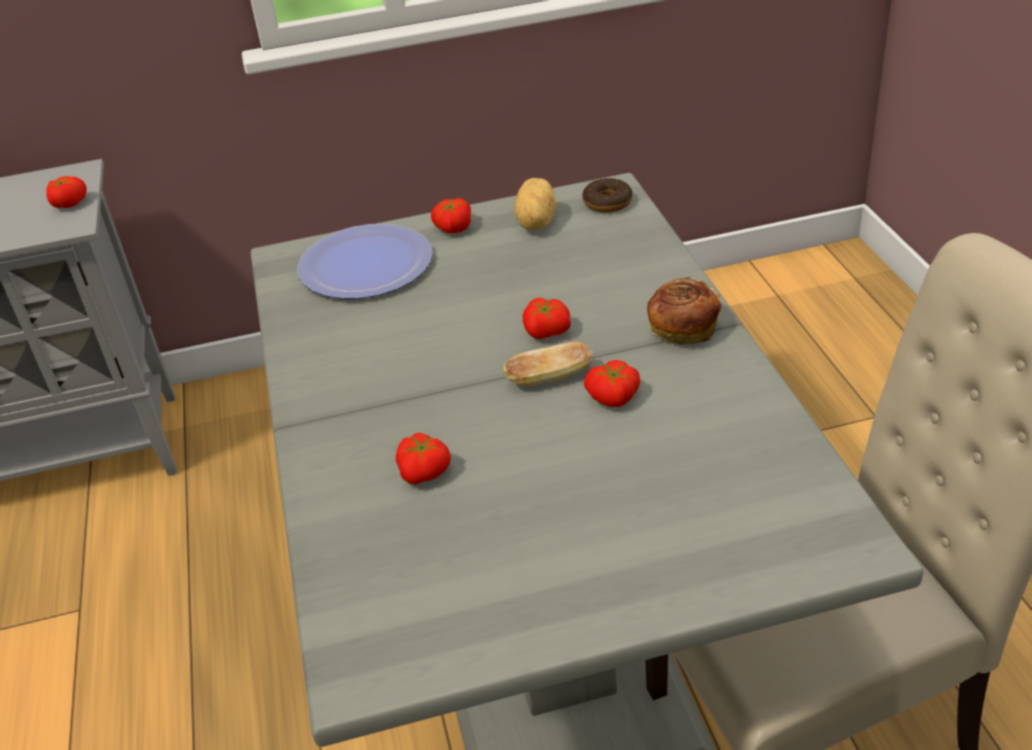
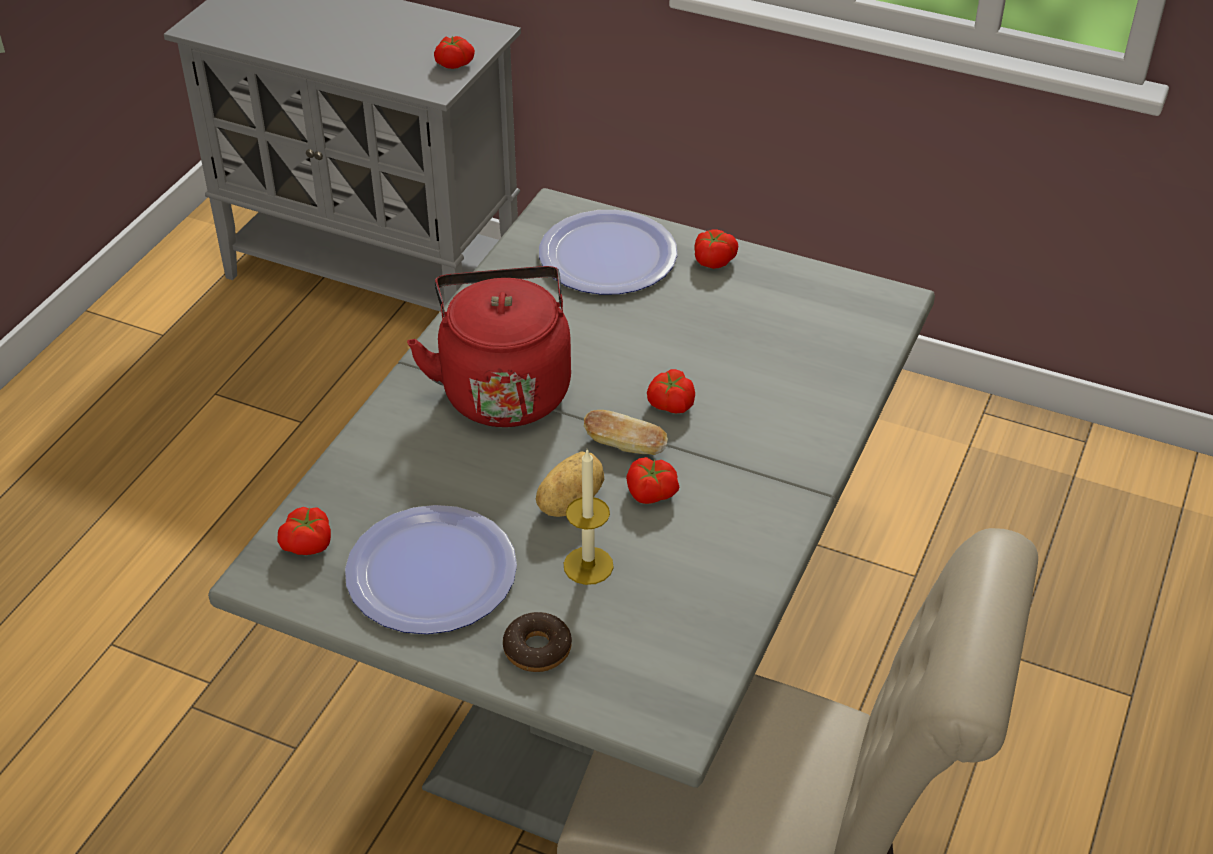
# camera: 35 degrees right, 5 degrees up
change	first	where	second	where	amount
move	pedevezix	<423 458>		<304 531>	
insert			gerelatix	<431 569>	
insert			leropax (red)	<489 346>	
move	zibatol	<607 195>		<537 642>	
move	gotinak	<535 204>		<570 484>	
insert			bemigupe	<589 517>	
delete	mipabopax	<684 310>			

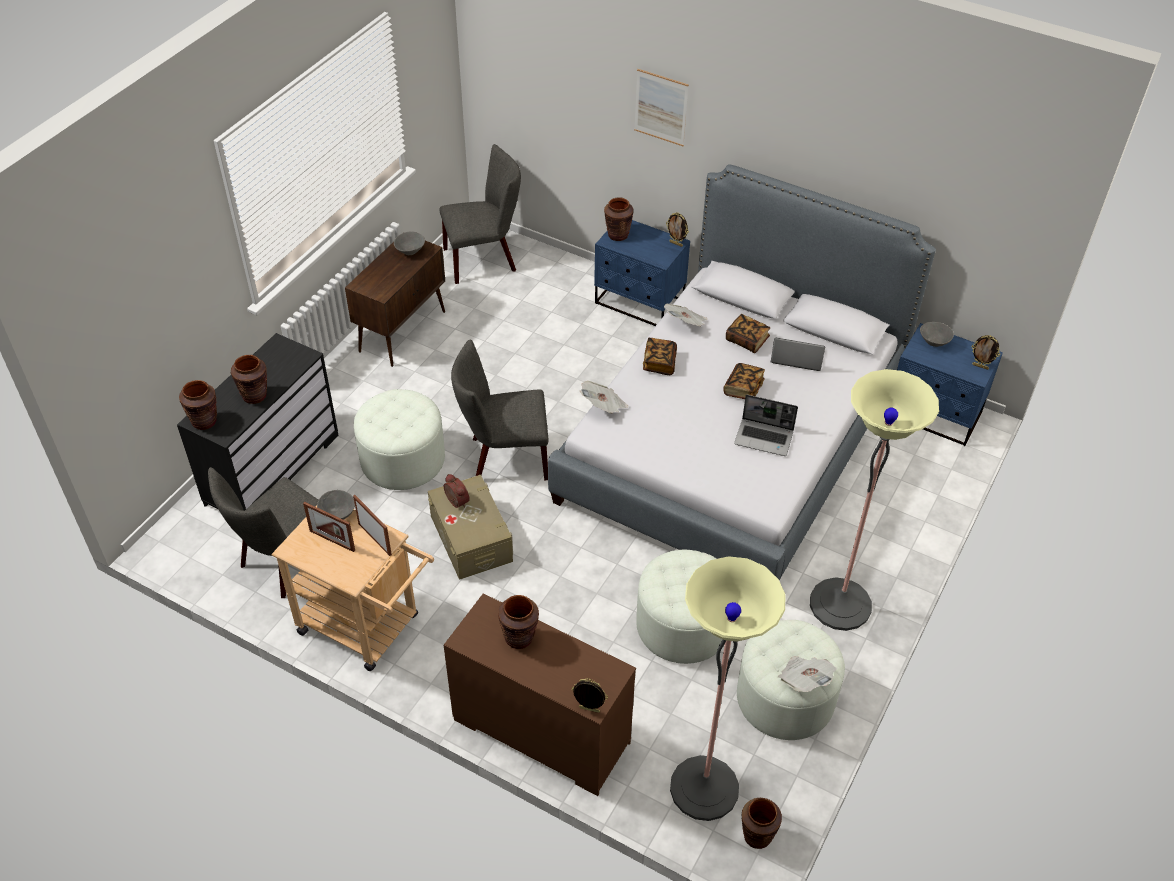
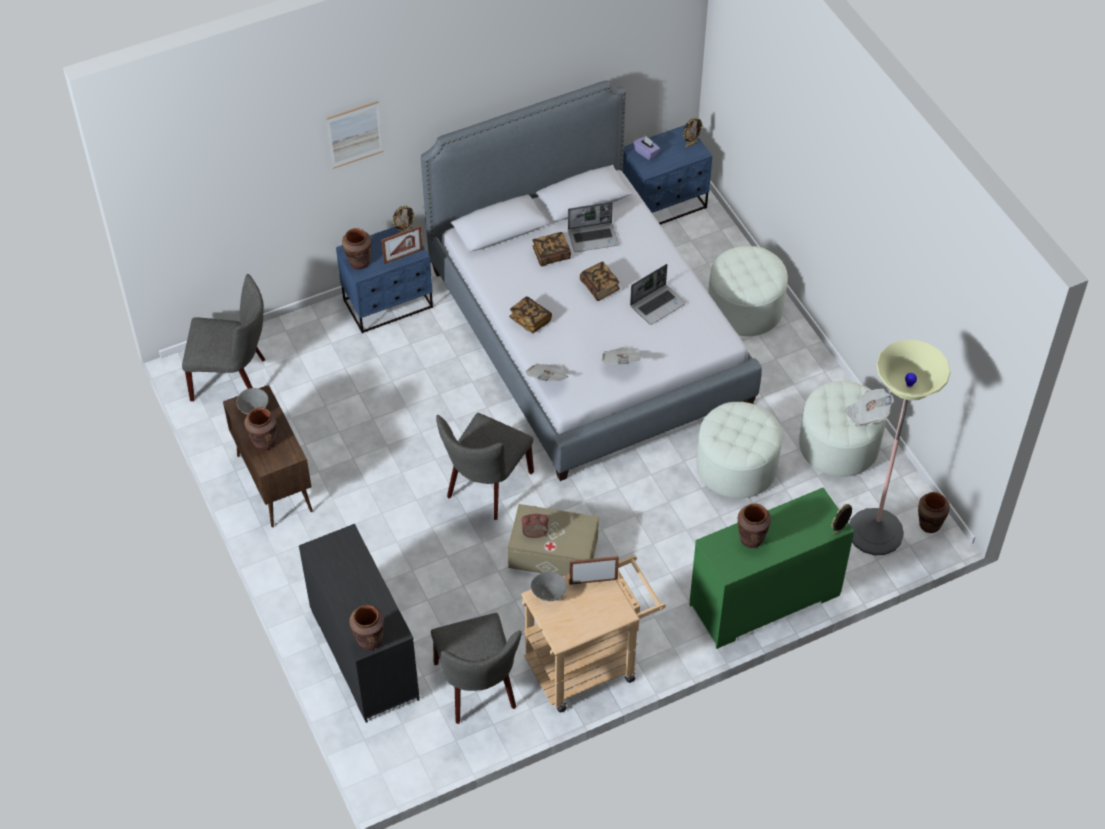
# camera: 55 degrees left, 5 degrees up
change	first	where	second	where	amount
rotate	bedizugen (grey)	<480 214>		<223 337>	75 degrees clockwise
move	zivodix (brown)	<249 379>		<260 429>	
move	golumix	<329 527>		<402 245>	
rotate	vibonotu	<798 354>		<593 227>	150 degrees counterclockwise
move	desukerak	<685 315>		<622 356>	
replace	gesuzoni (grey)	<937 334>	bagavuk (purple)	<647 148>	
recolor	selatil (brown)	<540 694>	selatil (green)	<772 568>	
move	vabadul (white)	<399 439>		<748 291>	
delete	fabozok	<874 500>			

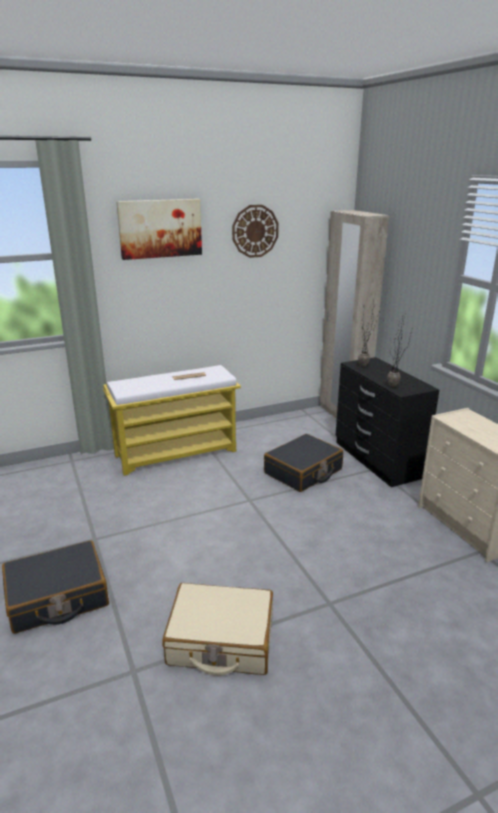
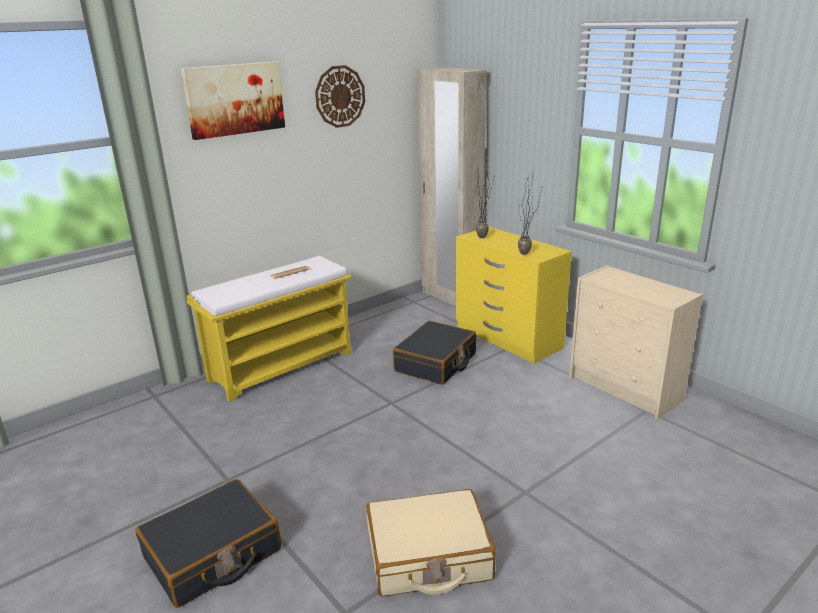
# camera: 15 degrees left, 0 degrees up
change	first	where	second	where	amount
recolor	selatil (black)	<387 422>	selatil (yellow)	<514 295>	

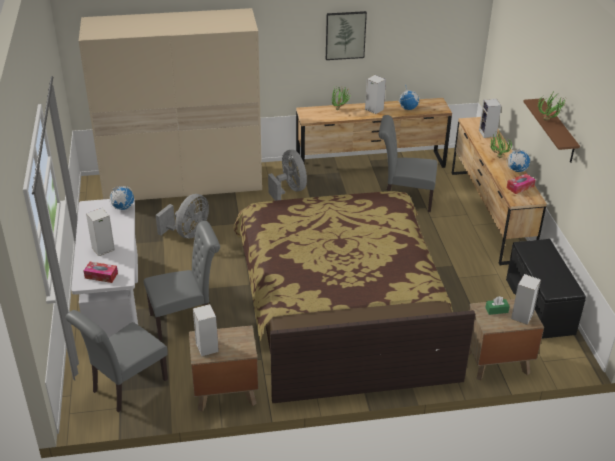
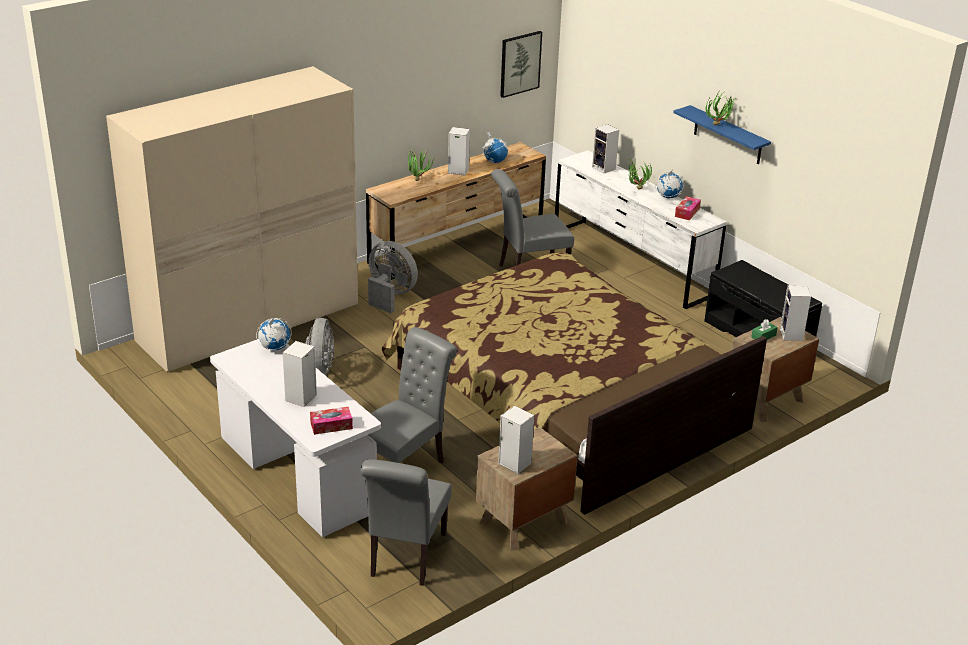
# camera: 30 degrees left, 5 degrees down
change	first	where	second	where	amount
move	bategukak	<346 35>		<521 64>	
recolor	selatil (brown)	<499 191>	selatil (white)	<641 230>	
recolor	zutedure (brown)	<552 131>	zutedure (blue)	<722 134>	

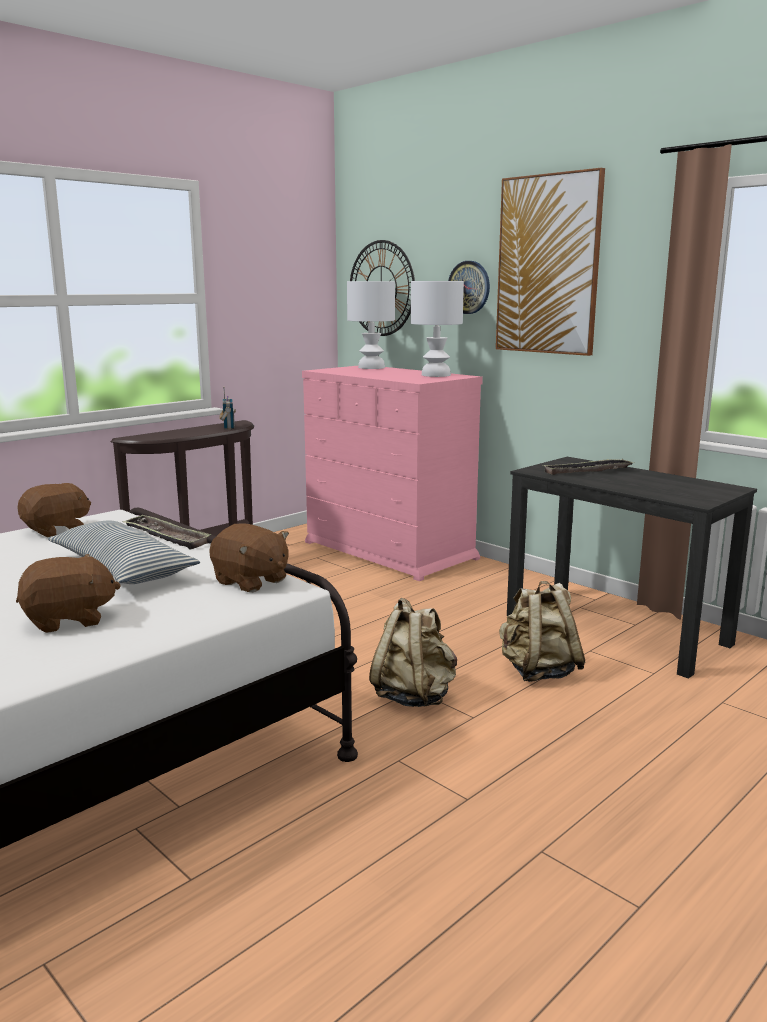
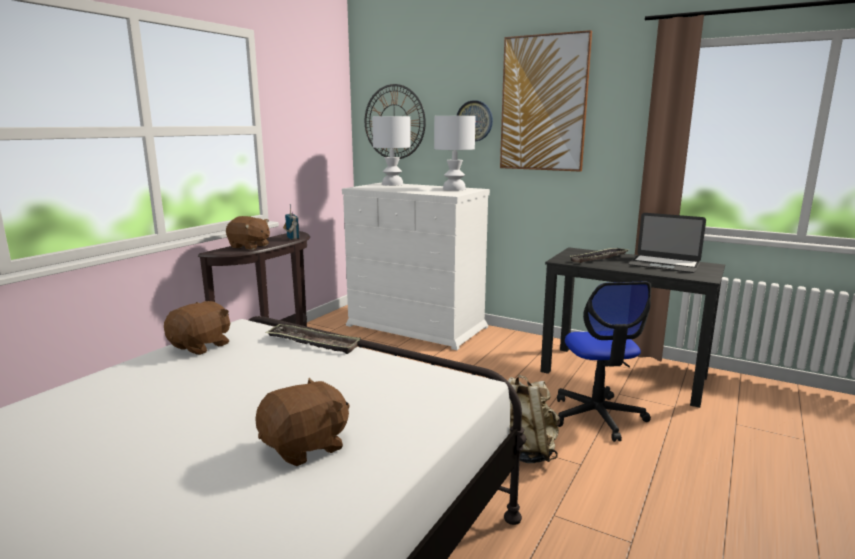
# camera: 15 degrees left, 0 degrees up
change	first	where	second	where	amount
move	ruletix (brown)	<249 557>		<248 233>	
recolor	selatil (pink)	<392 473>	selatil (white)	<416 266>	
replace	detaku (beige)	<542 631>	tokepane	<604 362>	
insert			vibonotu	<667 243>	
delete	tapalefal	<124 552>			

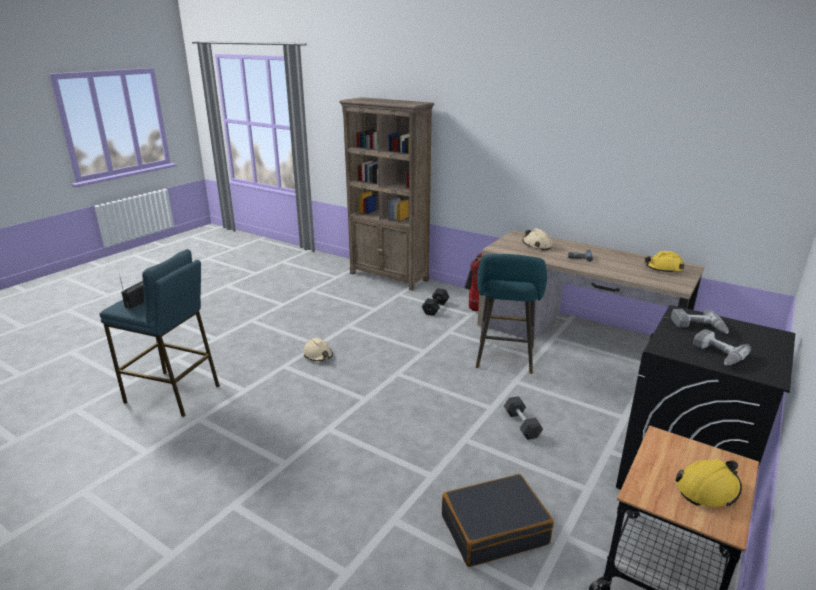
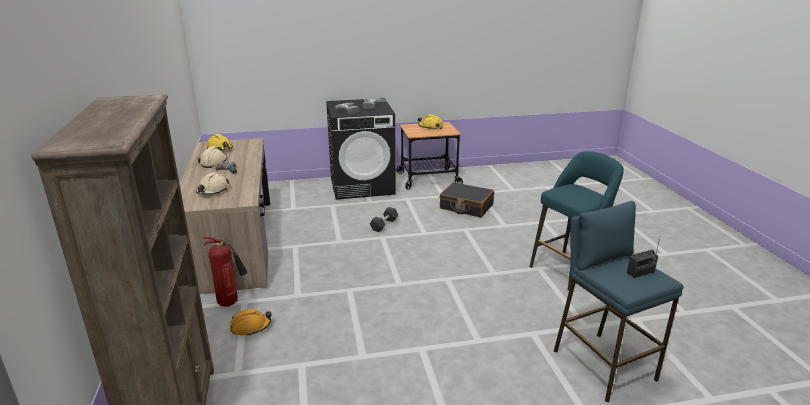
# camera: 135 degrees left, 0 degrees up
change	first	where	second	where	amount
move	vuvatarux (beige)	<318 349>		<212 157>	
replace	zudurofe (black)	<435 302>	vuvatarux (orange)	<251 322>	
move	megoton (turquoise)	<511 314>		<576 221>	

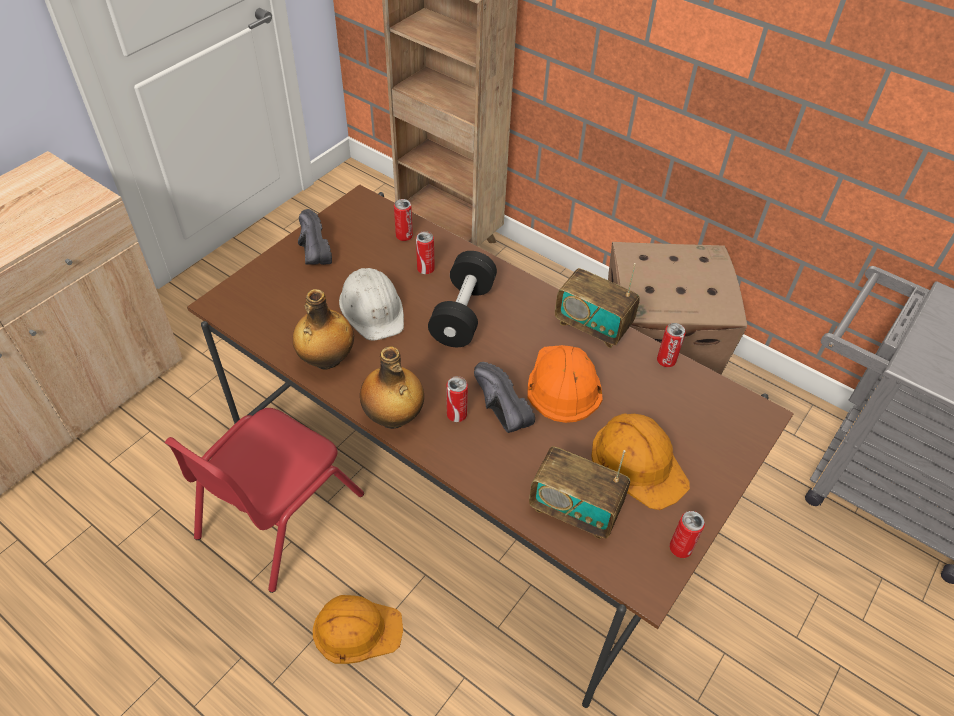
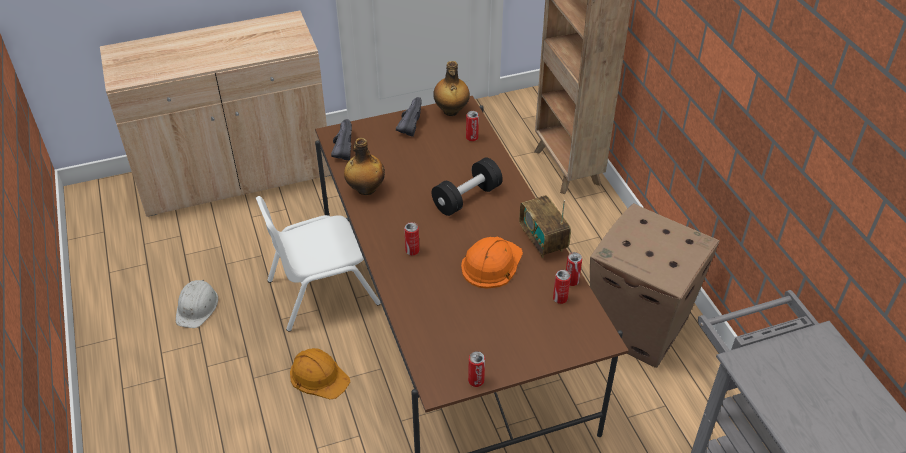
# camera: 35 degrees right, 5 degrees down
change	first	where	second	where	amount
move	vuvatarux (white)	<371 304>		<197 304>	
recolor	bedizugen (red)	<264 500>	bedizugen (white)	<318 264>	
move	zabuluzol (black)	<504 397>		<341 139>	
move	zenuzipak	<392 388>		<451 88>	
move	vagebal	<425 252>		<562 287>	
delete	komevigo	<579 492>			
delete	vuvatarux (orange)	<640 461>			

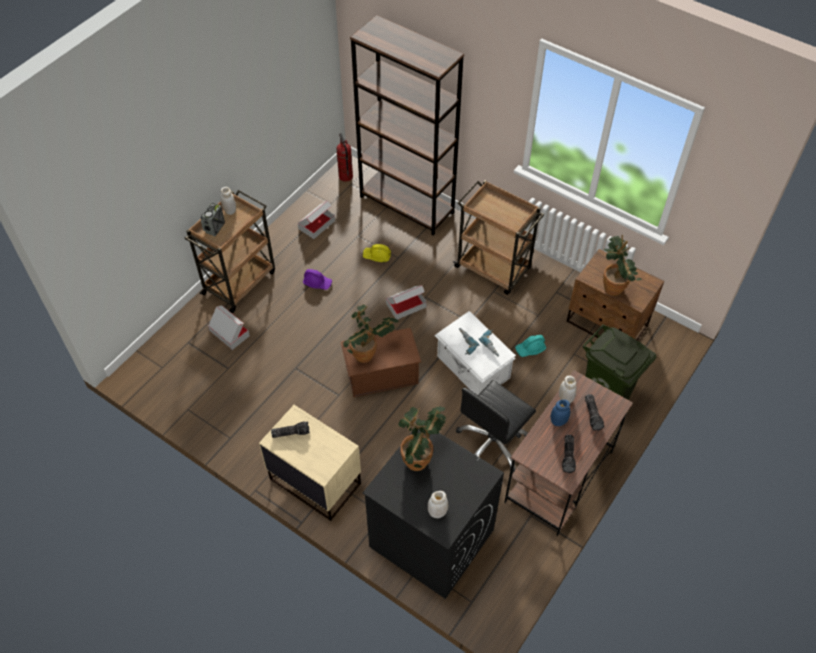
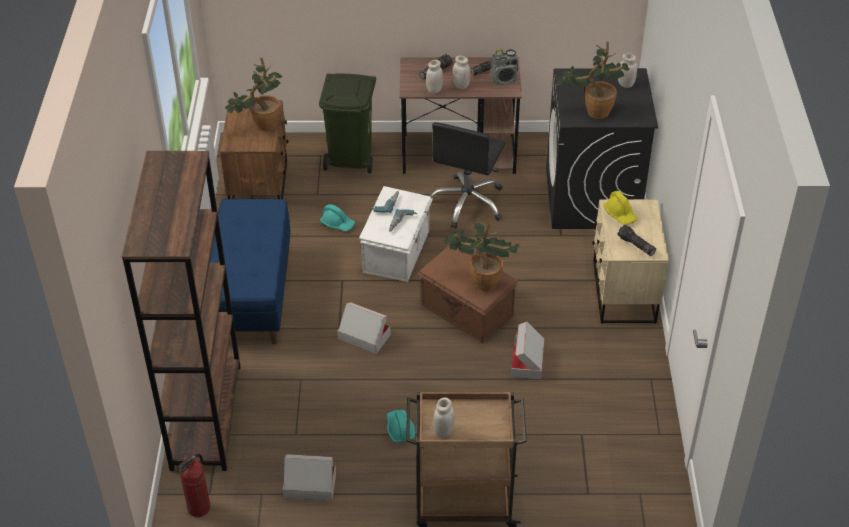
# camera: 125 degrees left, 10 degrees down
change	first	where	second	where	amount
replace	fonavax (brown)	<498 237>	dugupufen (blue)	<250 271>	
recolor	vuvatarux (purple)	<317 279>	vuvatarux (turquoise)	<401 426>	
rotate	tokepane (black)	<496 427>		<467 175>	105 degrees clockwise
recolor	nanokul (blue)	<560 412>	nanokul (white)	<461 72>	
move	komevigo	<213 219>		<504 67>	
move	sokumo	<229 328>		<527 351>	
move	vuvatarux (yellow)	<377 253>		<620 208>	

